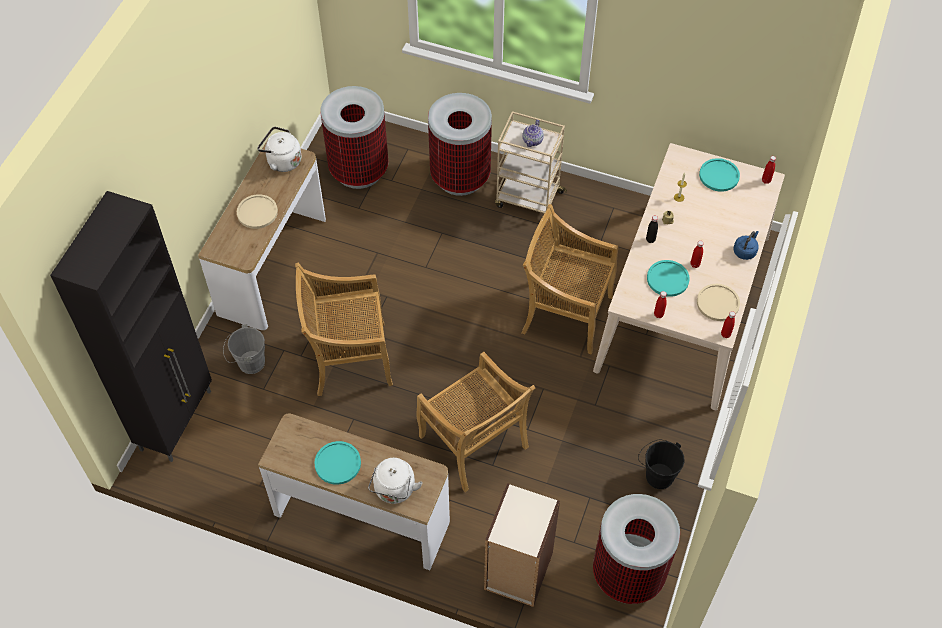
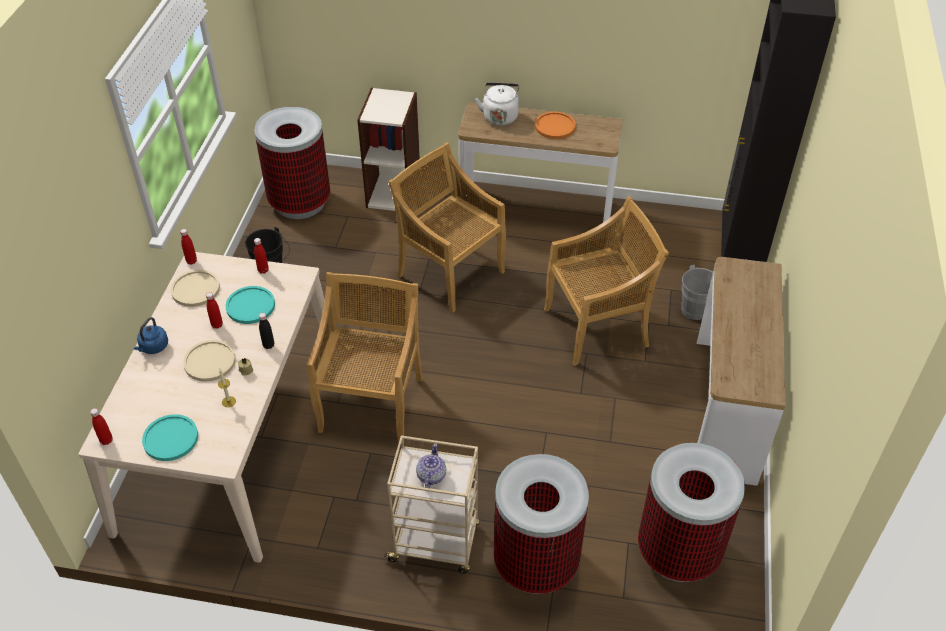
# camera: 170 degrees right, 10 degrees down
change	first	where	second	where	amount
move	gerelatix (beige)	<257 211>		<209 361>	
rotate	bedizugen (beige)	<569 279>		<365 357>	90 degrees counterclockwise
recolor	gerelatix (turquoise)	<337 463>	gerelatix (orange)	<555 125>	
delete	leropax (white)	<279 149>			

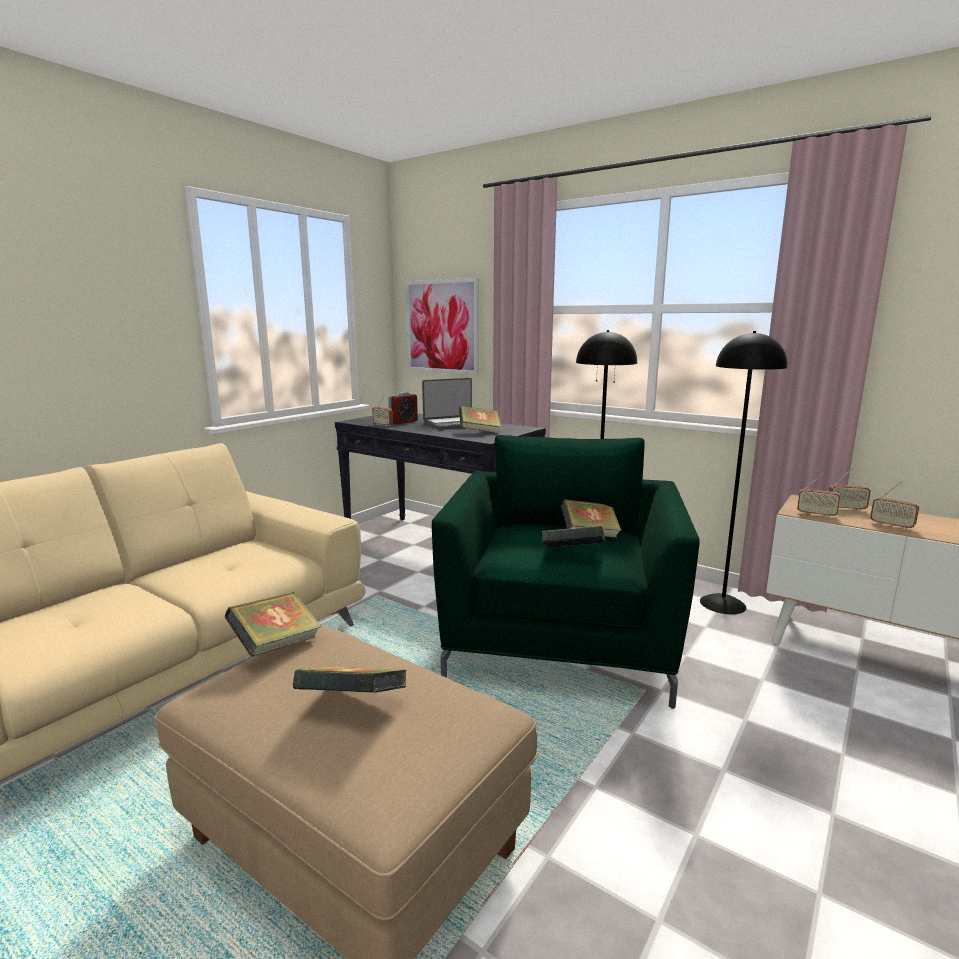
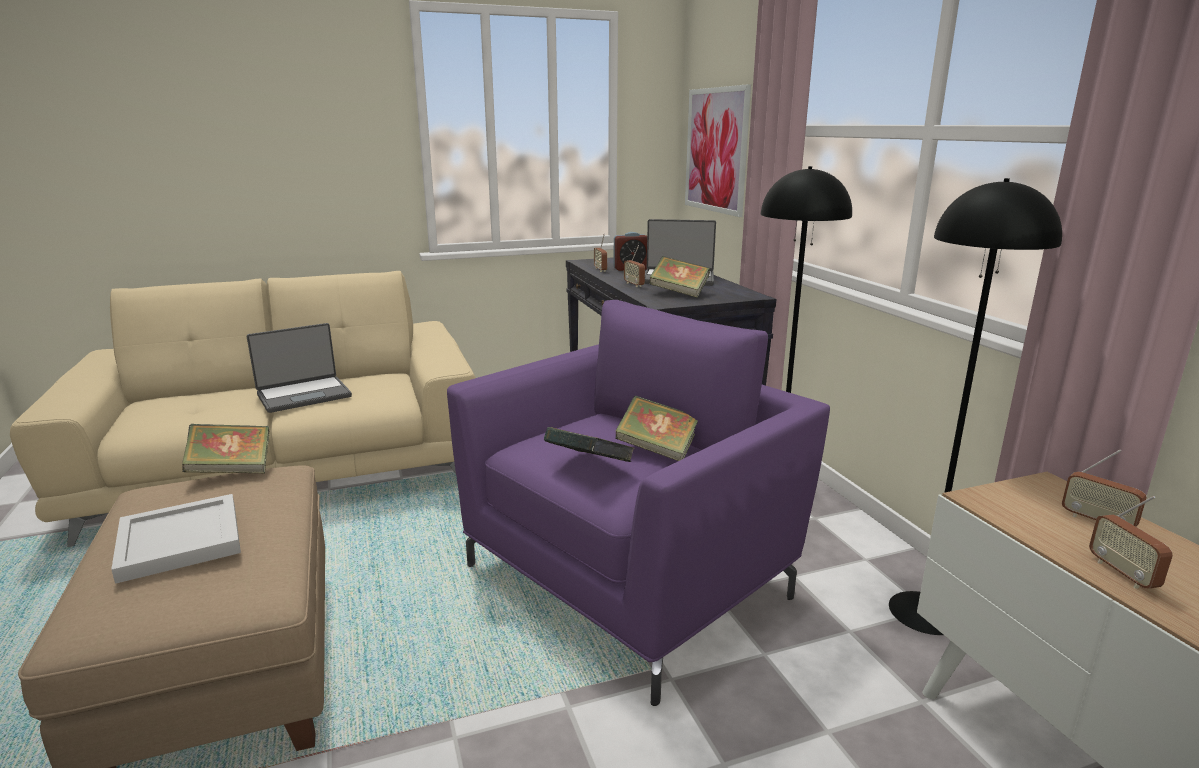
# camera: 35 degrees right, 5 degrees up
change	first	where	second	where	amount
replace	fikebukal	<350 679>	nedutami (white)	<176 539>	
insert			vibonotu	<299 368>	
recolor	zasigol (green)	<566 572>	zasigol (purple)	<638 503>	
move	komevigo	<818 495>		<634 266>	

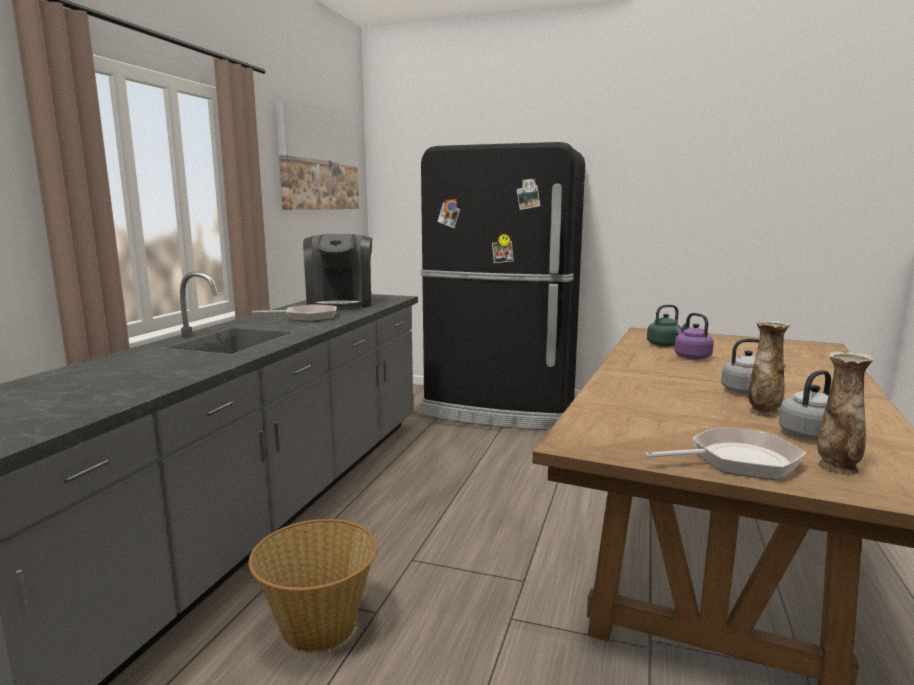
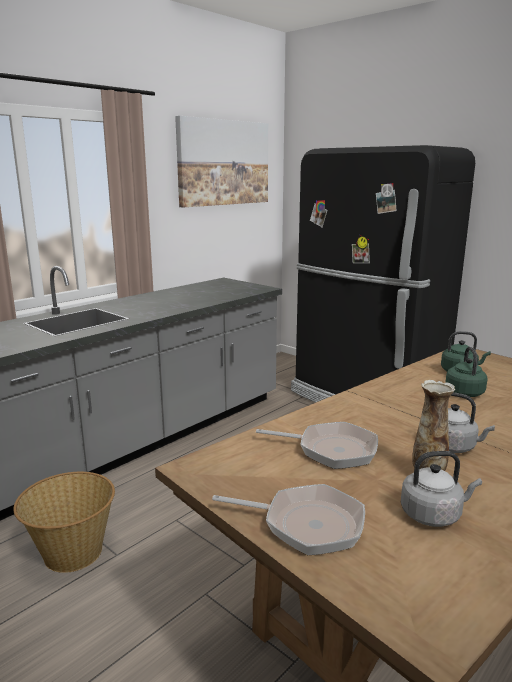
# camera: 25 degrees right, 5 degrees up
change	first	where	second	where	amount
move	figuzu	<294 312>		<317 445>	
recolor	leropax (purple)	<694 336>	leropax (green)	<466 372>	
delete	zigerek	<337 272>			
delete	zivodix	<846 413>			

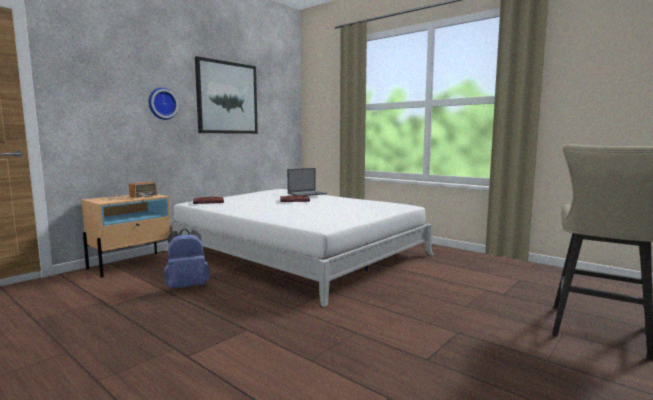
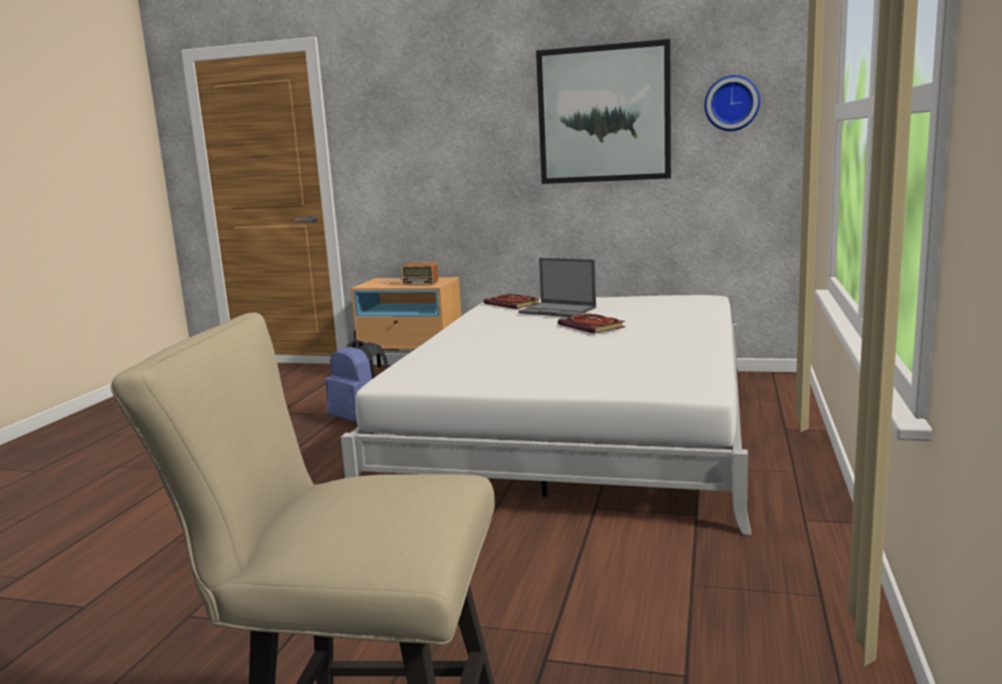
# camera: 65 degrees right, 5 degrees up
change	first	where	second	where	amount
move	vibonotu	<307 182>		<557 287>	
move	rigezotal	<163 104>		<732 103>	

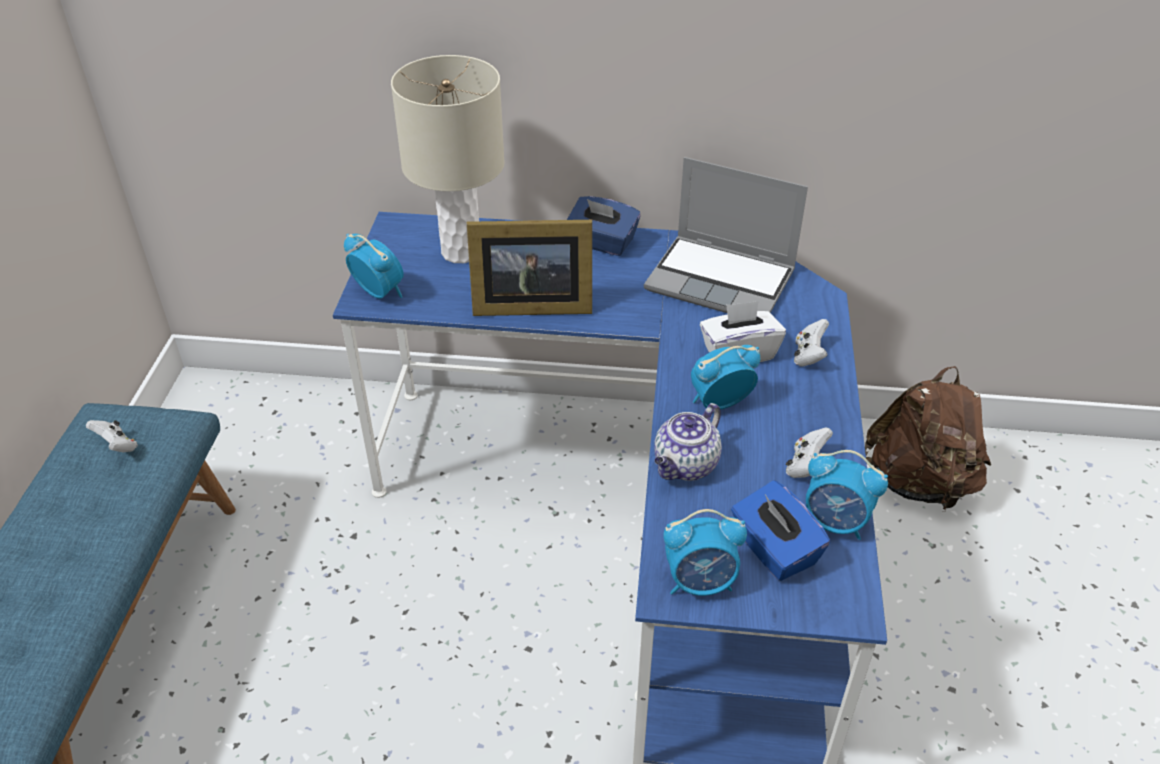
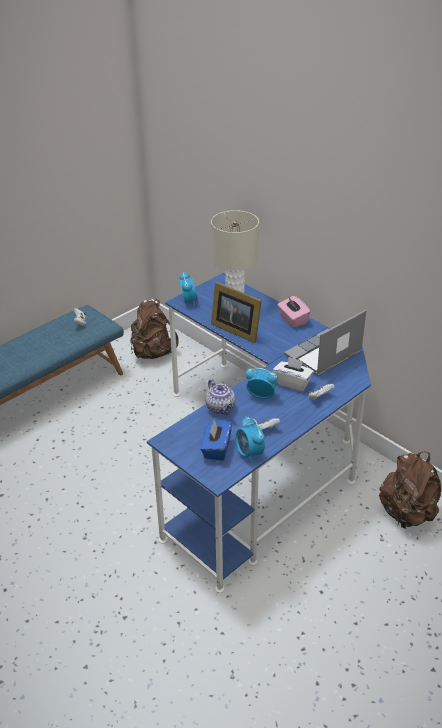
# camera: 40 degrees right, 5 degrees down
change	first	where	second	where	amount
insert			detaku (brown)	<154 329>	
rotate	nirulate	<688 442>		<220 397>	105 degrees counterclockwise
recolor	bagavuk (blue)	<604 226>	bagavuk (pink)	<294 312>	
rotate	vibonotu	<726 235>		<325 343>	75 degrees clockwise
delete	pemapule	<705 552>			

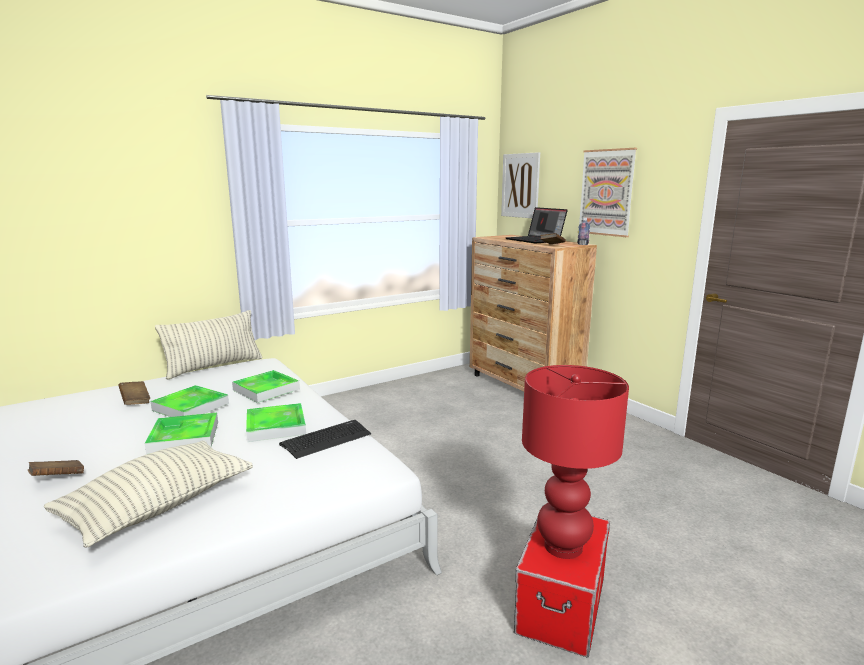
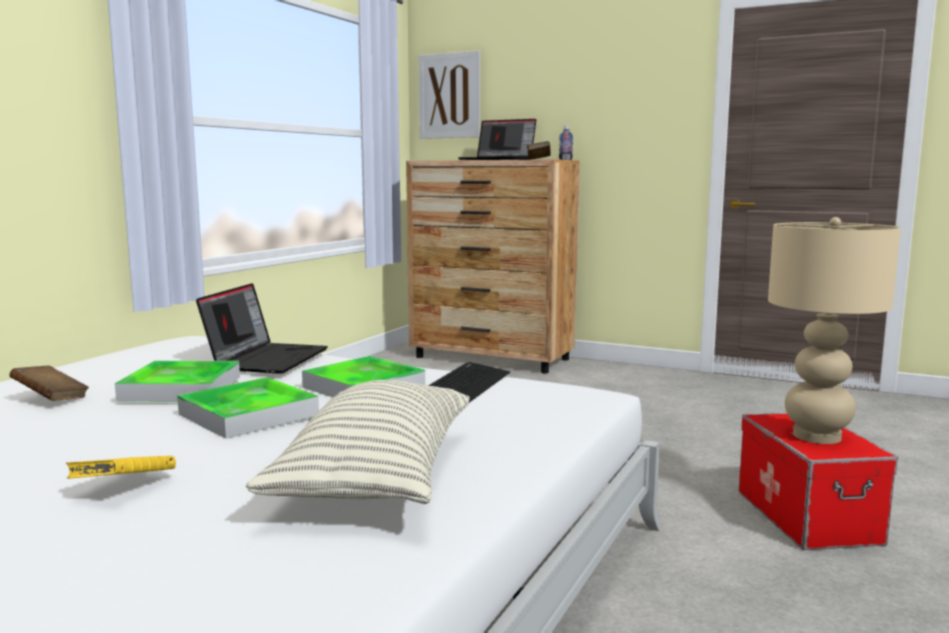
# camera: 30 degrees left, 5 degrees down
change	first	where	second	where	amount
recolor	fikebukal (brown)	<56 468>	fikebukal (yellow)	<121 467>	
replace	nedutami	<266 386>	vibonotu	<262 328>	
recolor	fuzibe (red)	<575 462>	fuzibe (beige)	<834 330>	
delete	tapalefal	<208 345>			
delete	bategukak	<608 192>			

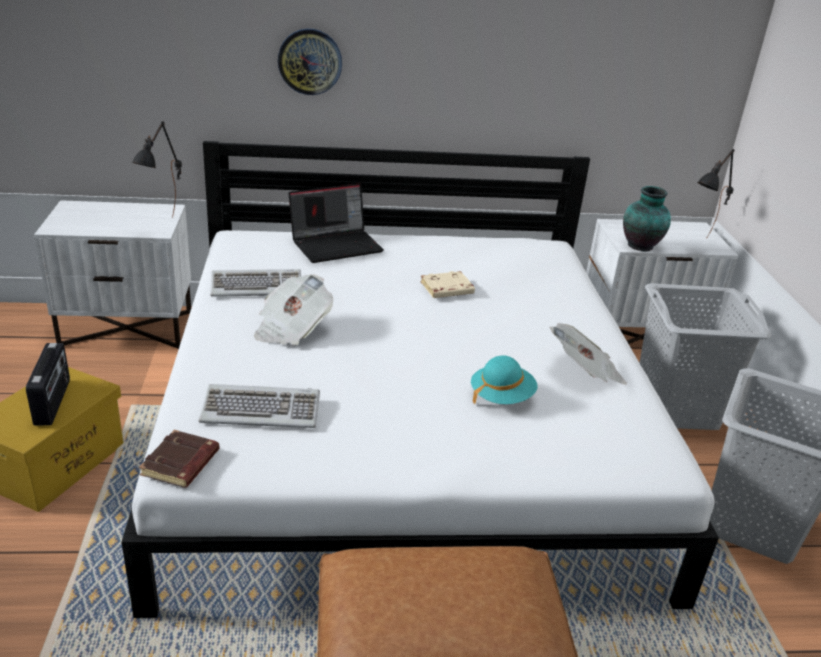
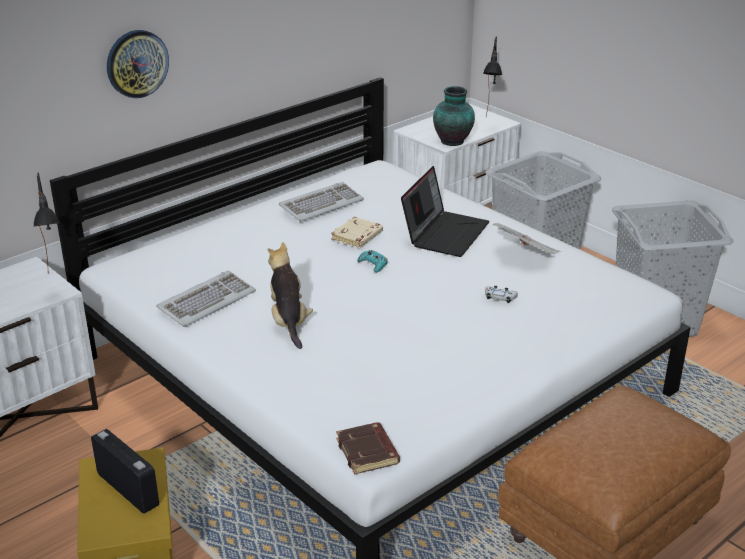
# camera: 35 degrees left, 0 degrees up
change	first	where	second	where	amount
replace	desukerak	<293 310>	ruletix	<290 295>	
move	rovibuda	<259 406>		<321 202>	
insert			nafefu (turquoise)	<373 261>	
move	vibonotu	<336 223>		<445 211>	
replace	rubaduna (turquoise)	<504 379>	nafefu (white)	<501 294>	

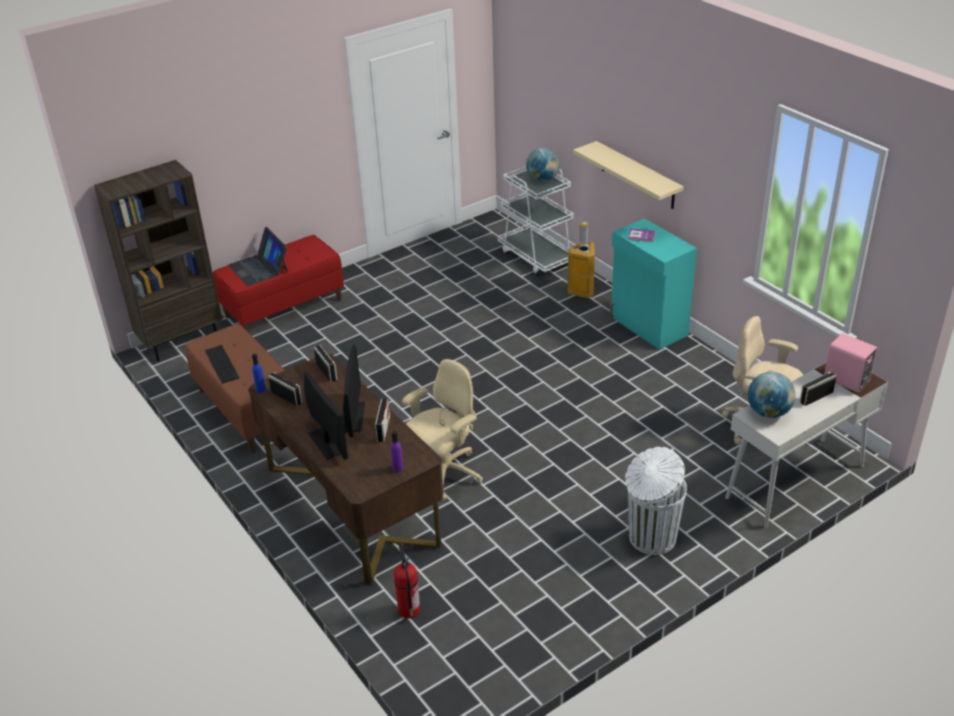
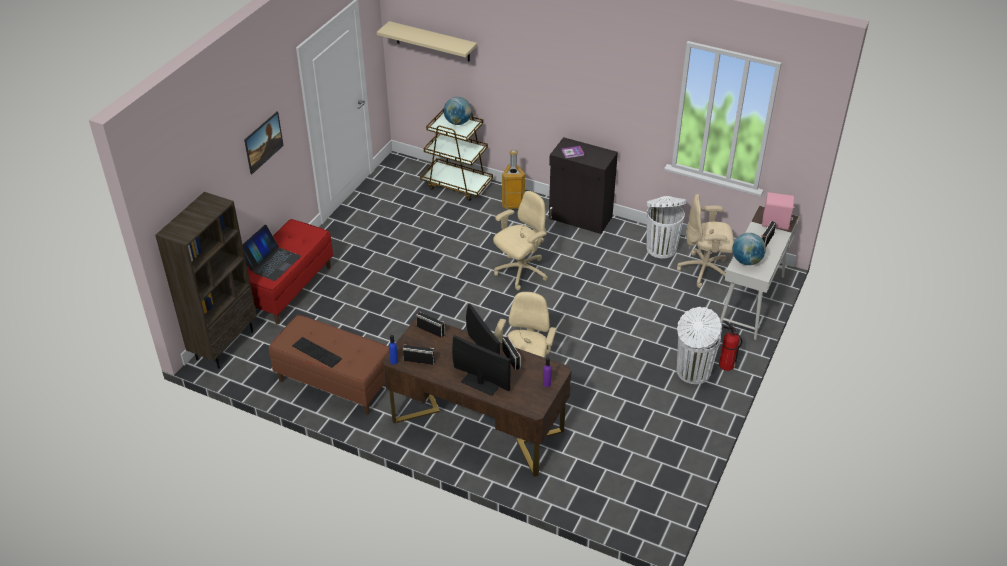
# camera: 30 degrees left, 5 degrees up
change	first	where	second	where	amount
rotate	vibonotu	<258 256>		<271 253>	90 degrees counterclockwise
insert			bategukak	<264 142>	
move	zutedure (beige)	<628 175>		<427 41>	
recolor	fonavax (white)	<536 221>	fonavax (brown)	<456 155>	
insert			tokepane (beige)	<520 240>	
recolor	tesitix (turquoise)	<653 284>	tesitix (black)	<583 185>	
insert			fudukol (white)	<666 227>	
move	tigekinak	<407 581>		<730 346>	

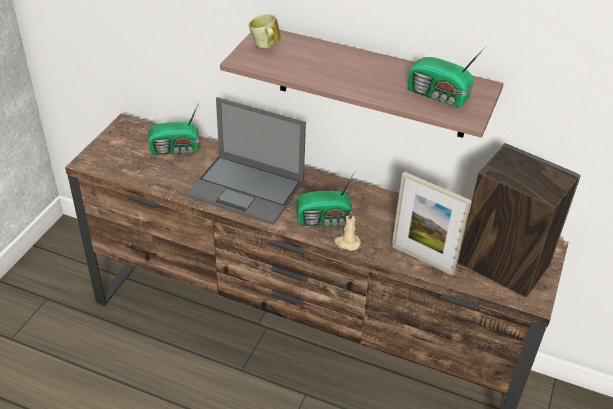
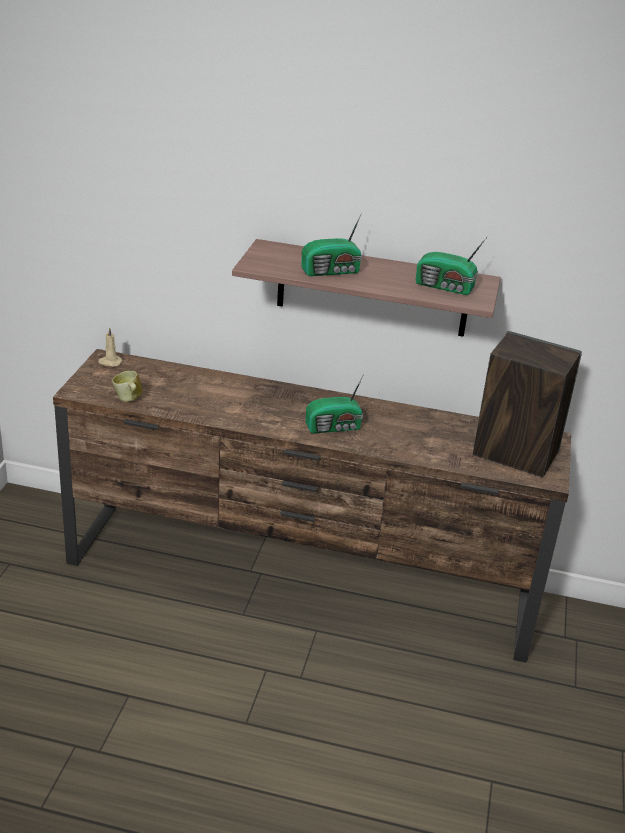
# camera: 10 degrees left, 10 degrees down
change	first	where	second	where	amount
move	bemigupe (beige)	<347 231>		<110 347>	
move	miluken	<265 31>		<127 386>	
move	komevigo	<173 128>		<331 244>	
delete	vibonotu	<246 161>			
delete	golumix	<431 223>			

